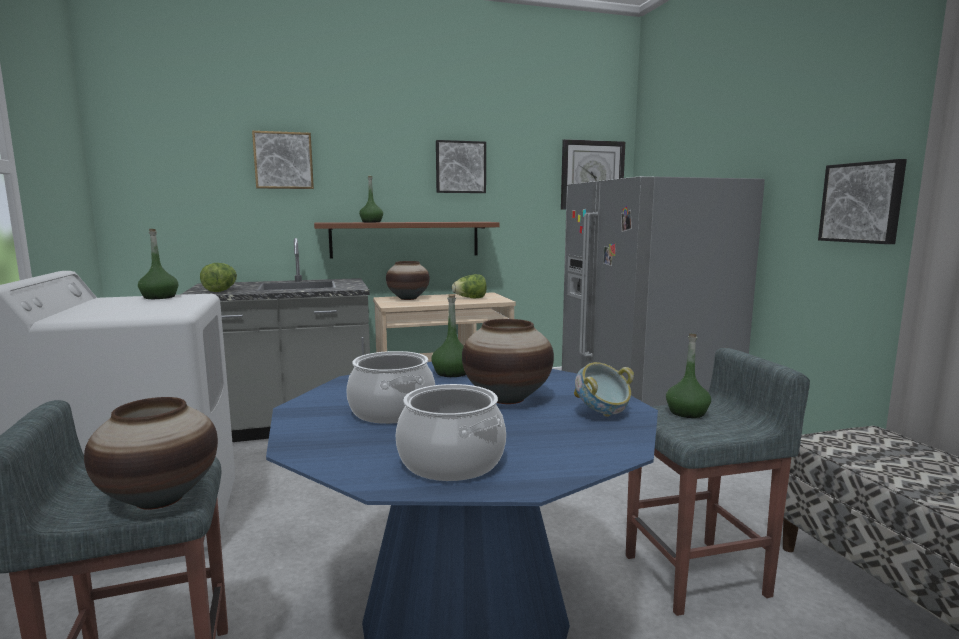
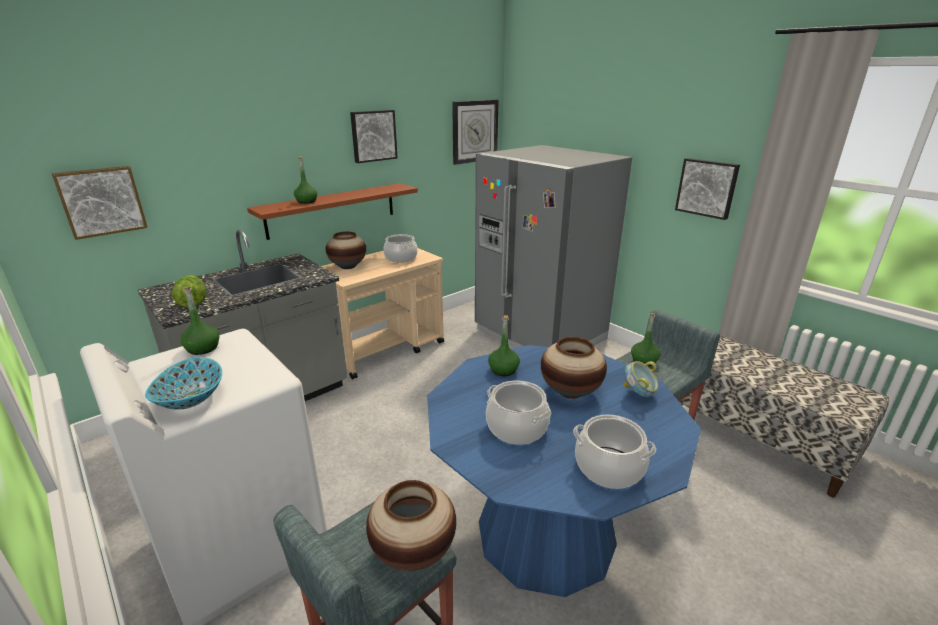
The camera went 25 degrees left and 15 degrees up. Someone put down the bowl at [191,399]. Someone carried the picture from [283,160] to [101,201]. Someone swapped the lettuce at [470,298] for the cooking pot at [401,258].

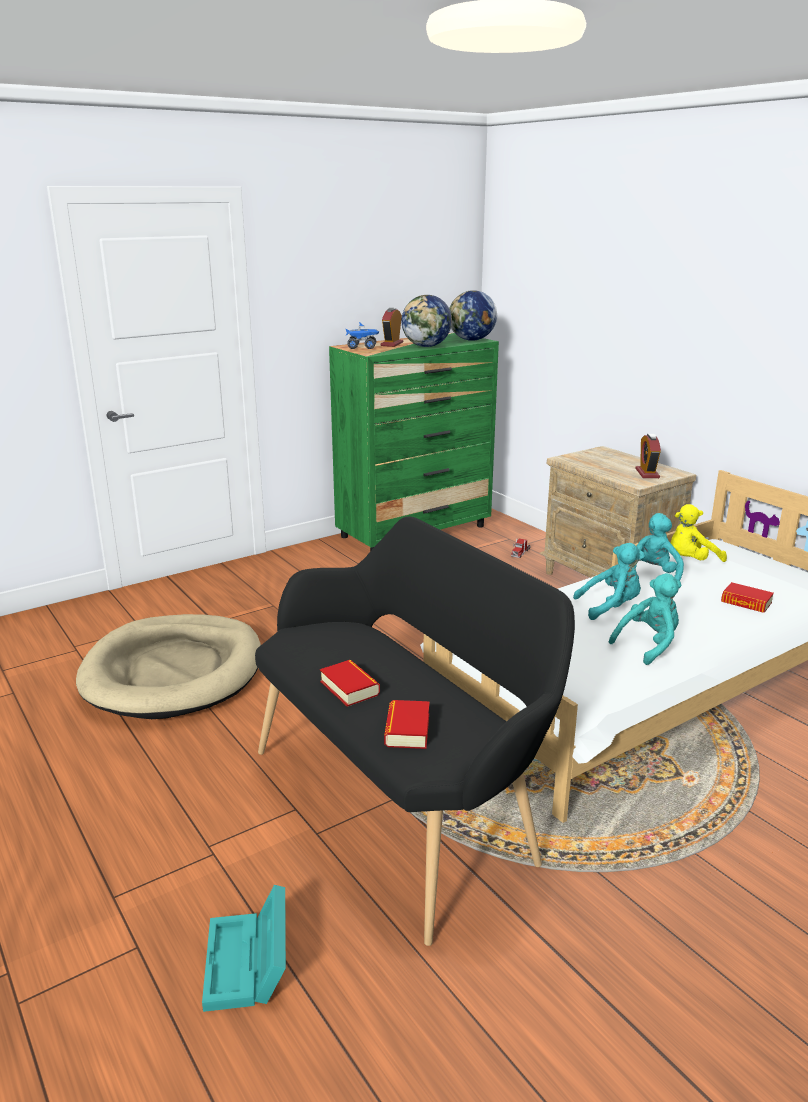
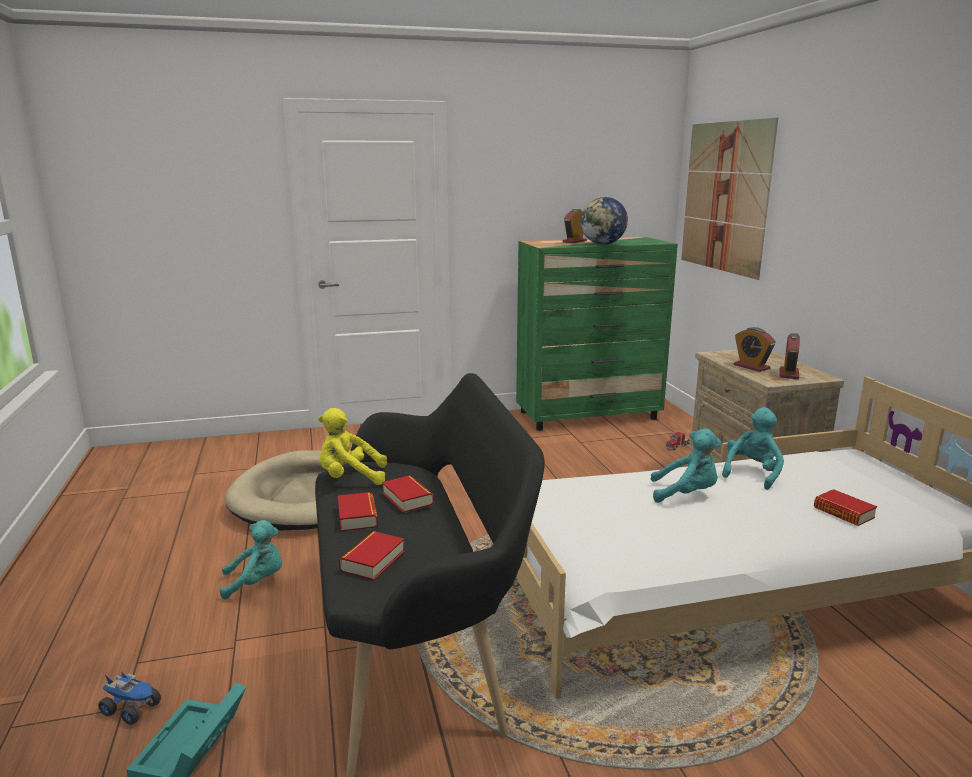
The camera went 20 degrees right and 5 degrees down. Someone took away the globe at [471,340]. Someone put down the book at [407,499]. Someone put up the picture at [724,197]. Someone put down the alarm clock at [751,367]. Someone carried the toy truck from [362,347] to [132,709]. Someone carried the turquoise plush toy from [649,645] to [256,582]. Someone carried the yellow plush toy from [691,561] to [350,478].

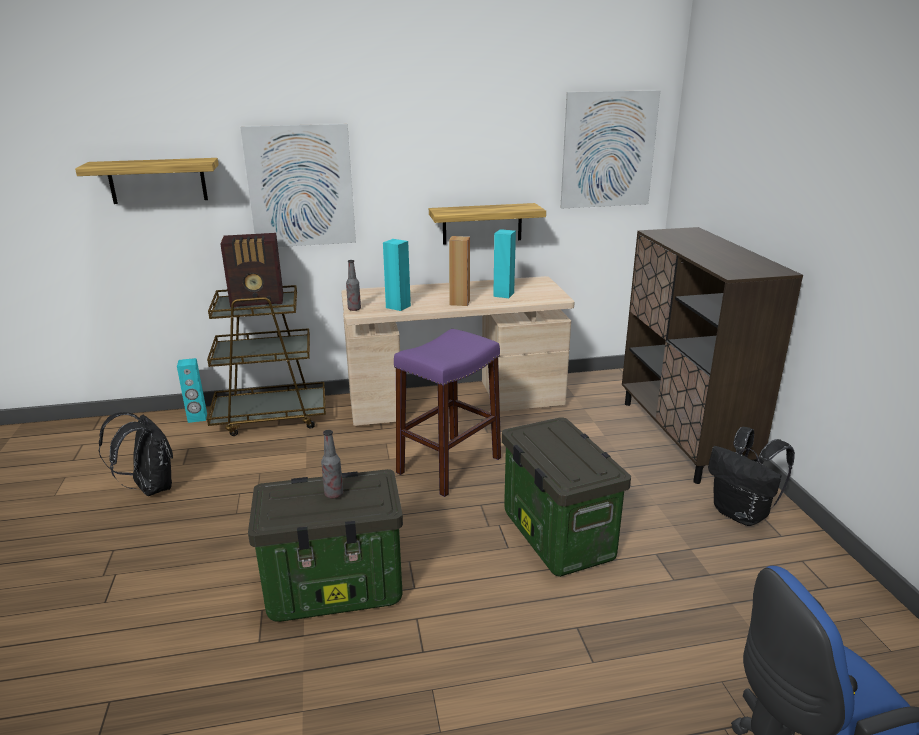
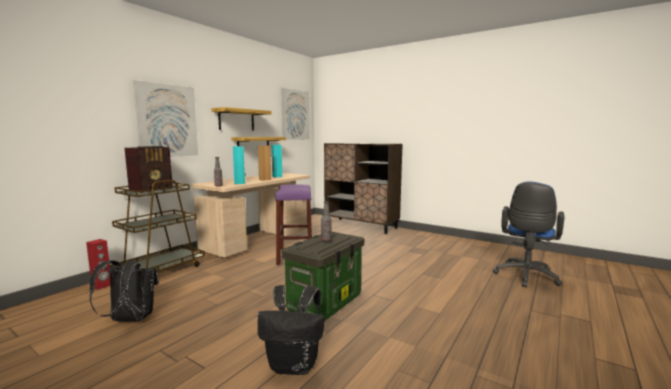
The camera went 45 degrees left and 15 degrees down. Someone took away the storage box at [555,535]. Someone carried the shelf from [157,181] to [236,120]. Someone carried the black backpack from [742,514] to [294,365]. Someone repainted the turquoise speaker at [197,418], which became the red speaker at [102,286].

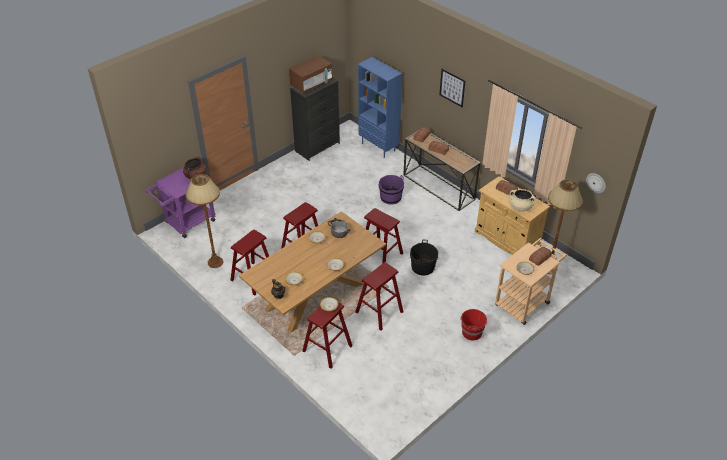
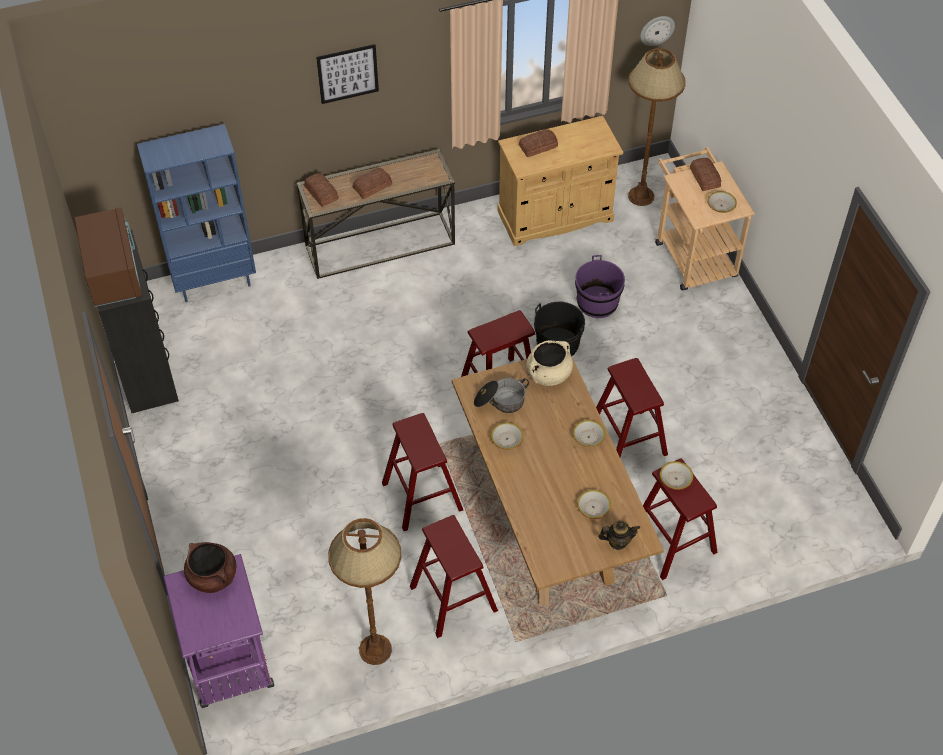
The camera went 65 degrees left and 10 degrees up. Someone took away the red bucket at [472,333]. Someone carried the purple bucket from [390,197] to [597,302]. Someone carried the beige cooking pot from [520,207] to [548,374].

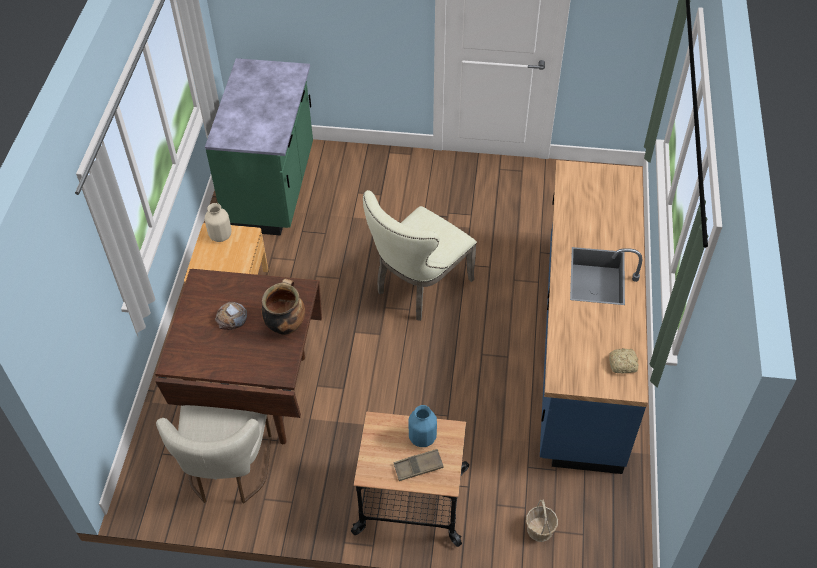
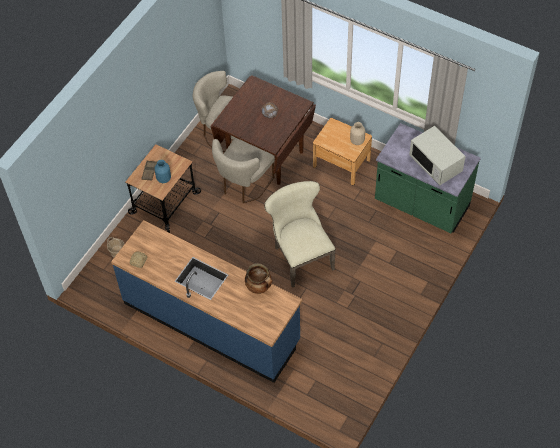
The camera went 115 degrees right and 5 degrees up. Someone put down the beige chair at [243,185]. Someone put down the white microwave at [436,164]. Someone carried the cooking pot from [285,324] to [259,287].

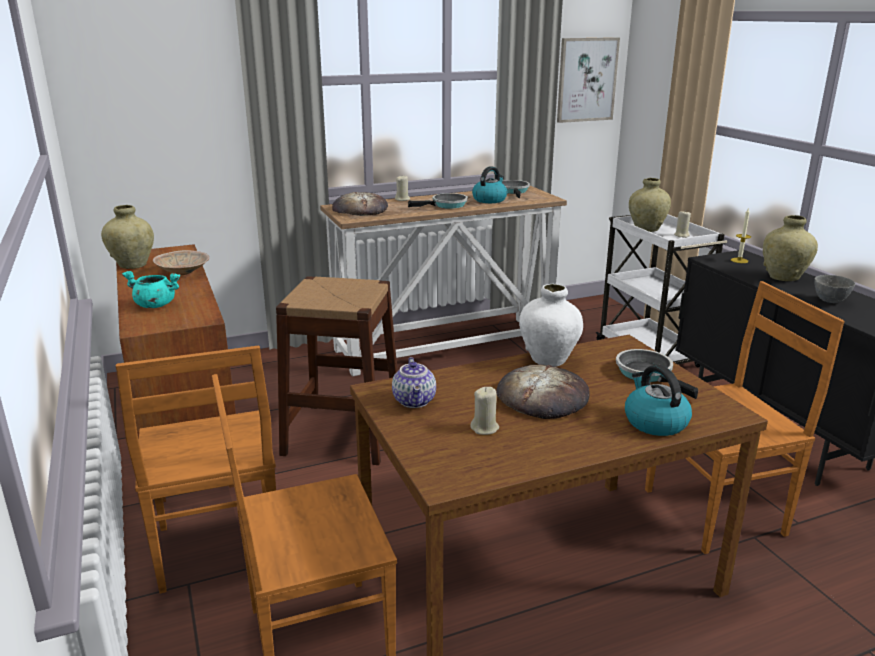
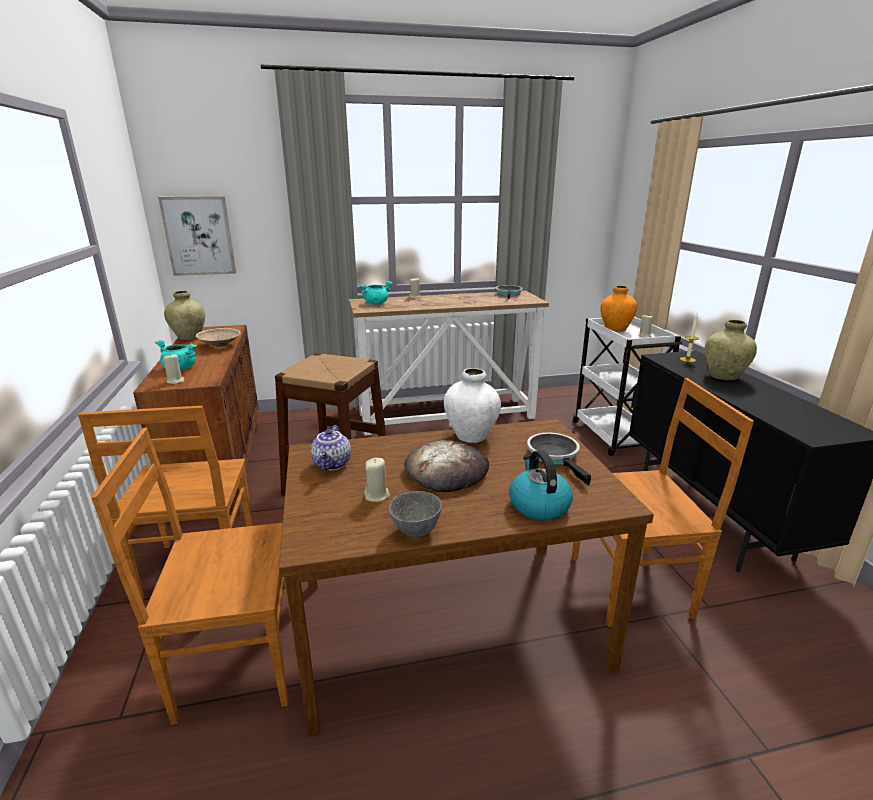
The camera went 10 degrees right and 0 degrees up. Someone took away the frying pan at [446,205]. Someone took away the kettle at [489,200]. Someone put down the beige candle at [175,381]. Someone carried the picture from [586,80] to [199,236]. Someone carried the grey bowl from [830,301] to [417,531]. Someone swapped the bread at [360,209] for the turquoise cooking pot at [376,303]. Someone repainted the beige vase at [646,229], which became the orange vase at [615,329].

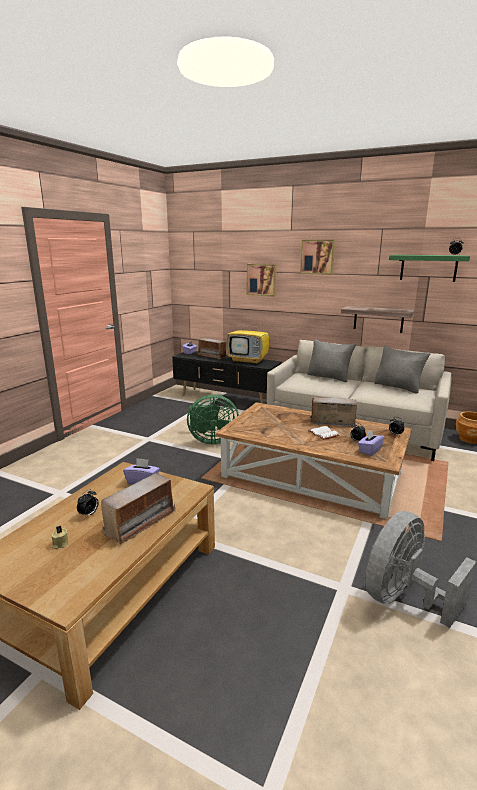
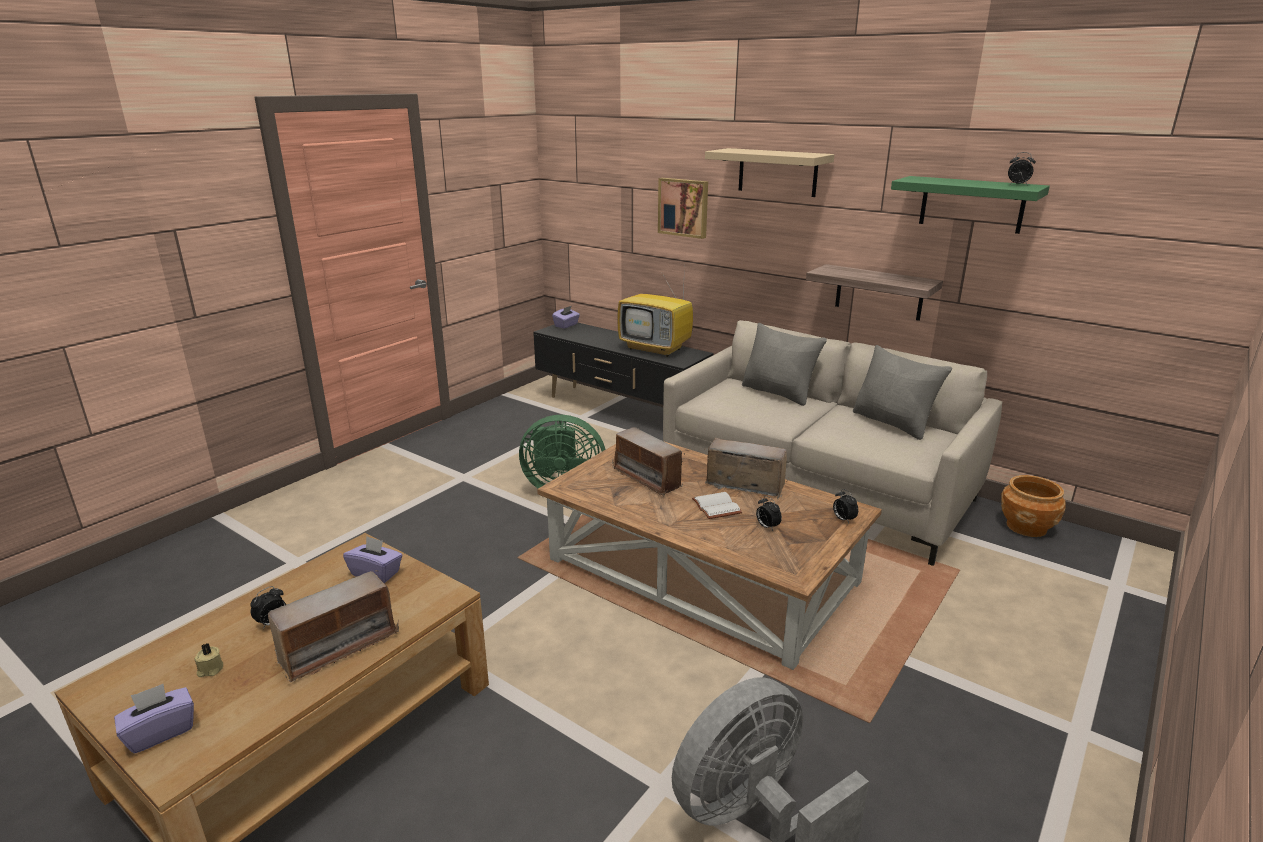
The camera went 10 degrees right and 5 degrees up. Someone carried the radio from [212,356] to [648,478]. Someone carried the purple tissue box from [369,450] to [160,732]. Someone swapped the picture at [317,257] for the beige shelf at [777,172].

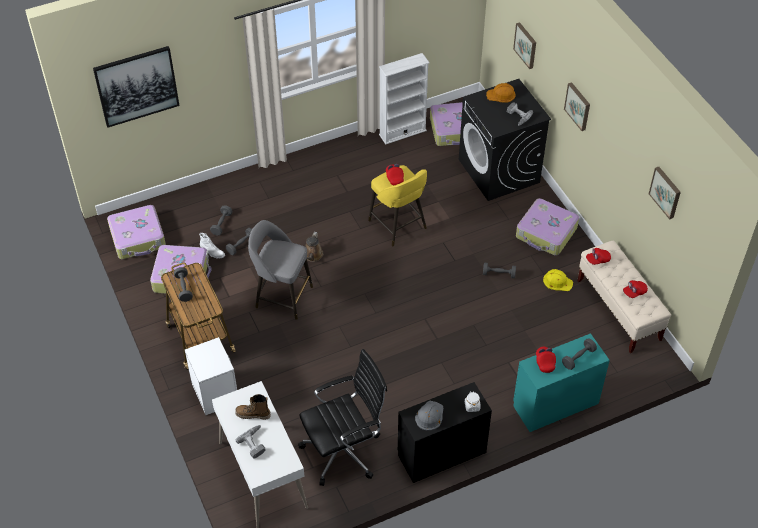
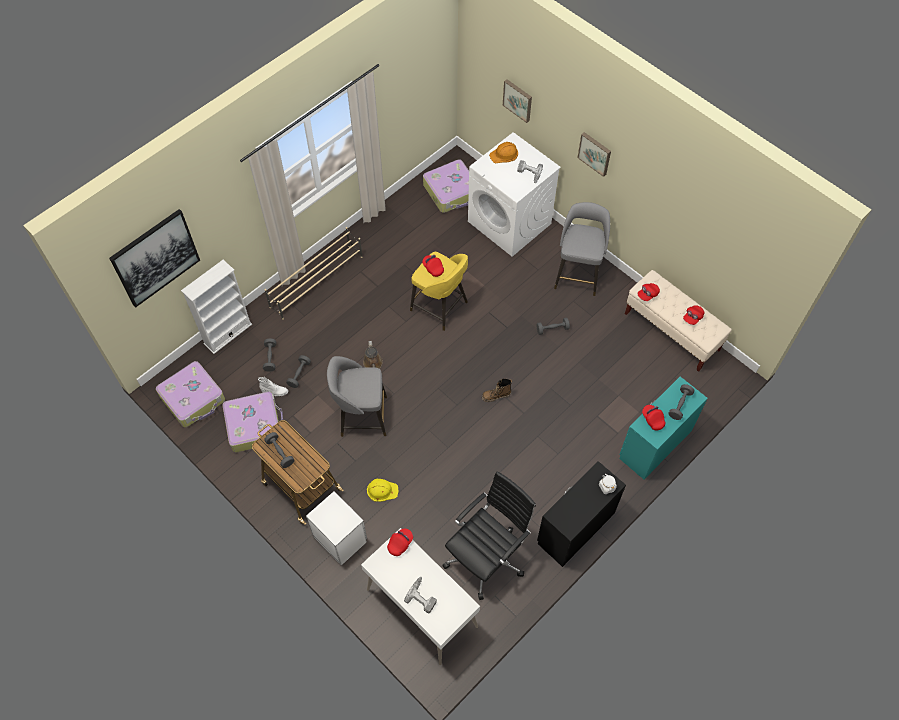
The camera went 20 degrees left and 10 degrees up. Someone took away the grey hard hat at [429,416]. Someone took away the picture at [666,192]. Someone put down the beige shoe rack at [317,281]. Someone put down the red cap at [400,544]. Someone carried the boot from [253,415] to [496,396]. Someone carried the white bookcase from [402,132] to [228,334]. Someone carried the yellow hard hat from [557,281] to [382,490]. Someone swapped the suitcase at [546,233] for the grey stool at [578,274]. Someone repainted the black washing machine at [499,171], which became the white washing machine at [510,223].

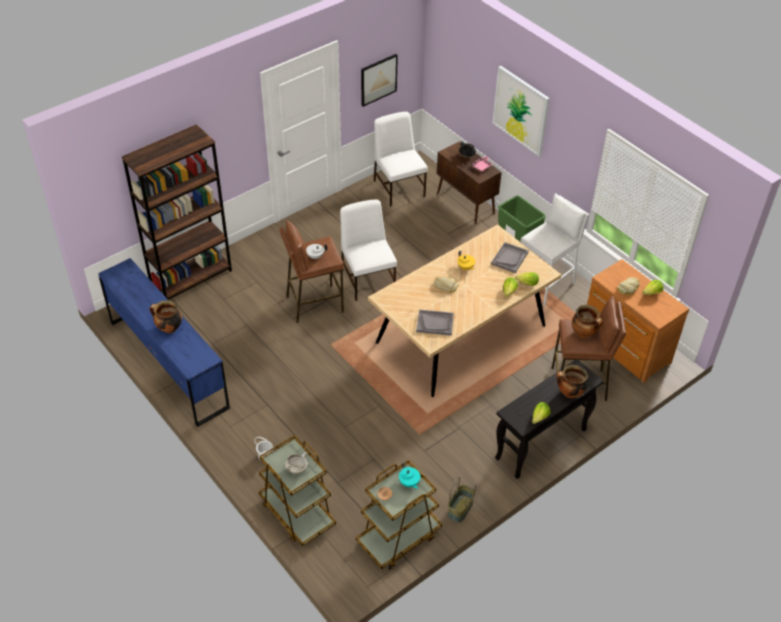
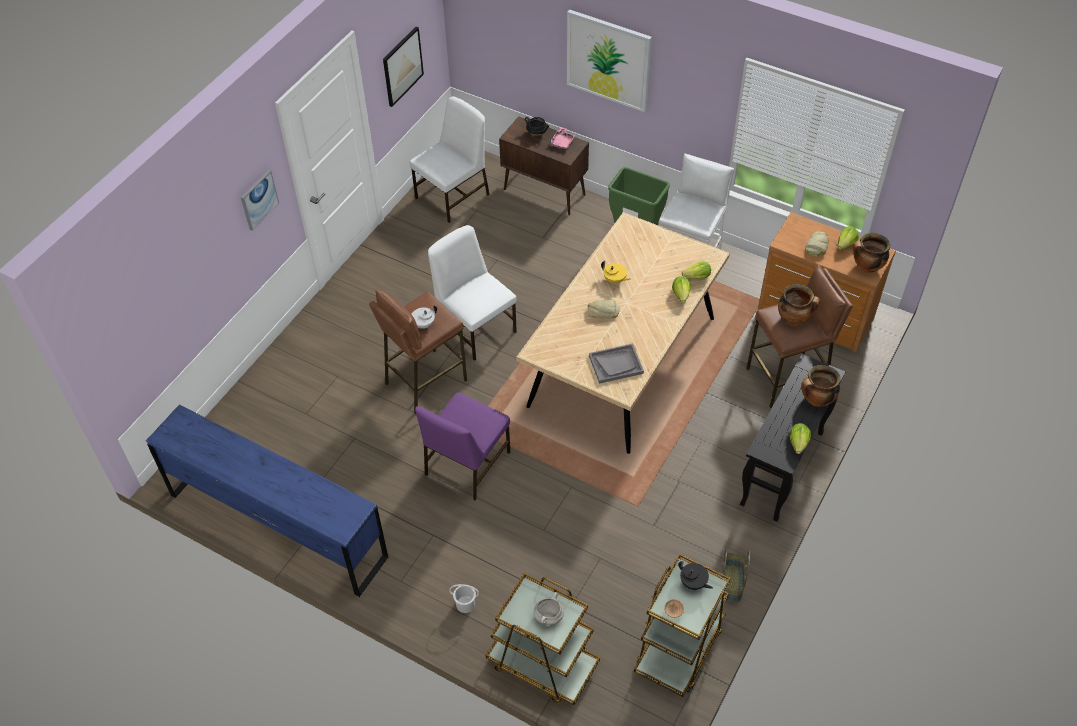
The camera went 20 degrees left and 5 degrees up. Someone took away the brown bookcase at [191,278]. Someone took away the grey tray at [509,258]. Someone put up the picture at [259,199]. Someone put down the purple chair at [466,464]. Someone carried the cooking pot from [168,328] to [866,267]. Someone repainted the turquoise teapot at [409,483], which became the black teapot at [693,583]. Someone rotated the white chair at [399,188] by 90 degrees clockwise.

